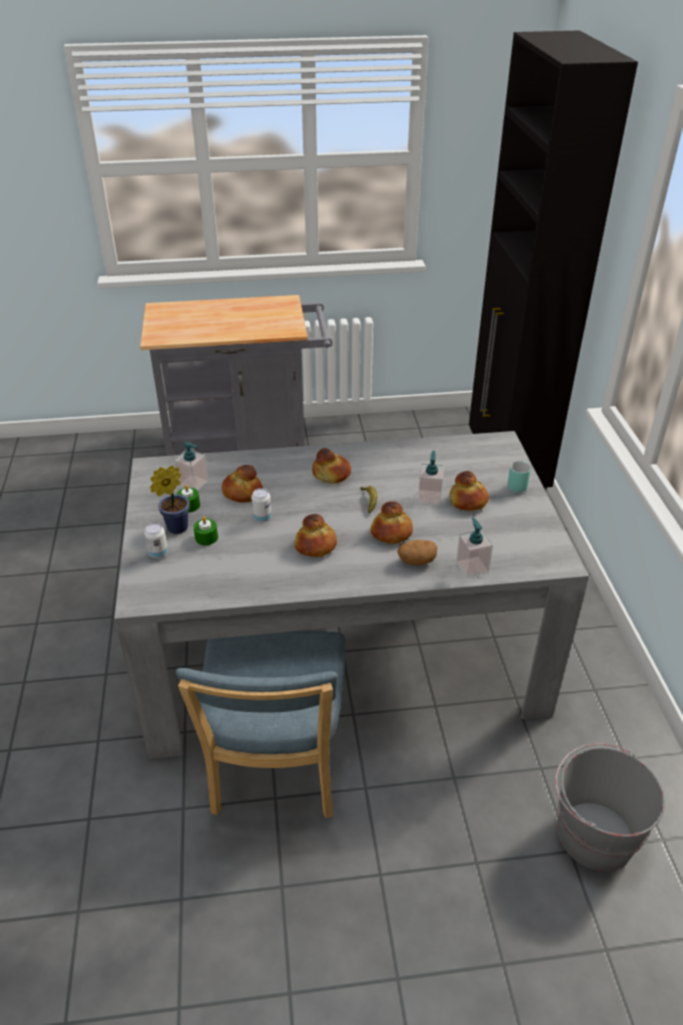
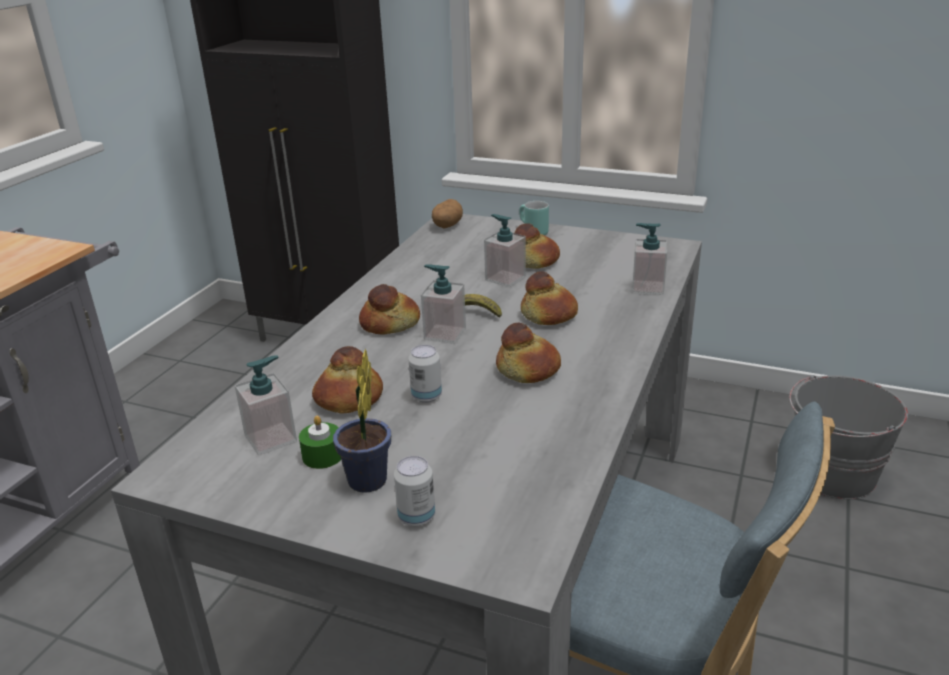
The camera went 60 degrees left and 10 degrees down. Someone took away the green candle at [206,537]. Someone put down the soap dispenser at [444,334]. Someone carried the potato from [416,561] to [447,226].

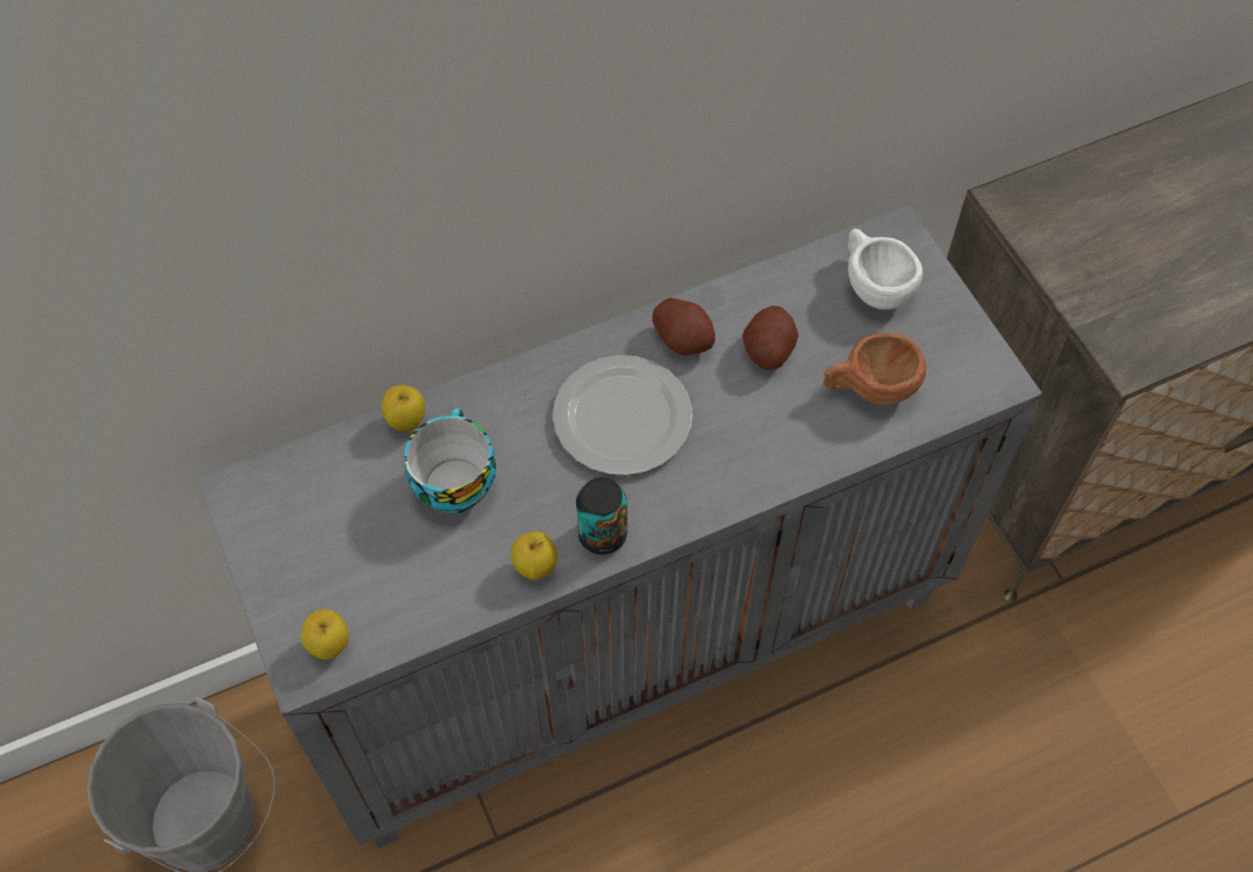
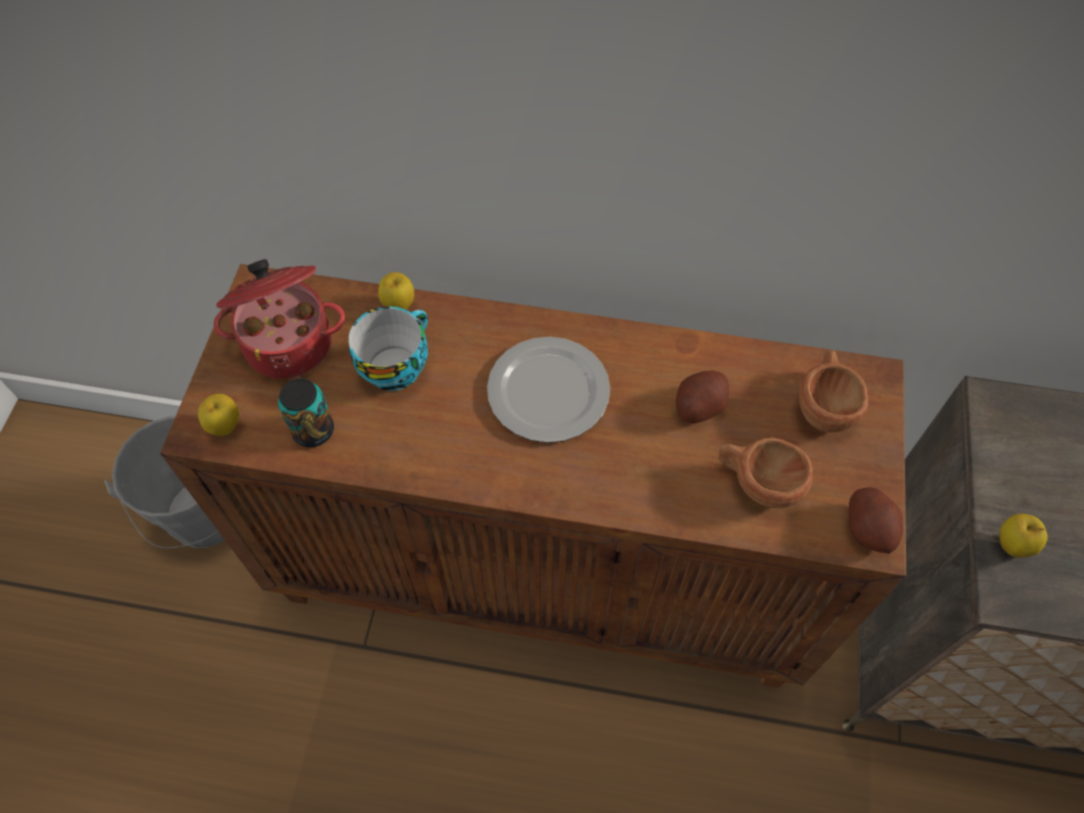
The camera went 35 degrees right and 0 degrees up. Someone put down the cooking pot at [289,342]. Someone carried the apple from [535,567] to [1011,545]. Someone carried the can from [602,534] to [313,430]. Someone carried the potato from [683,339] to [869,529]. Someone repainted the grey cabinet at [628,637], which became the brown cabinet at [545,570]. Someone repainted the white cup at [873,285], which became the brown cup at [823,405].

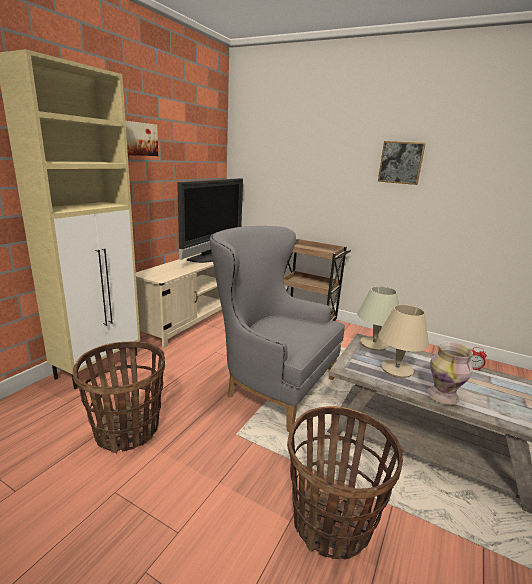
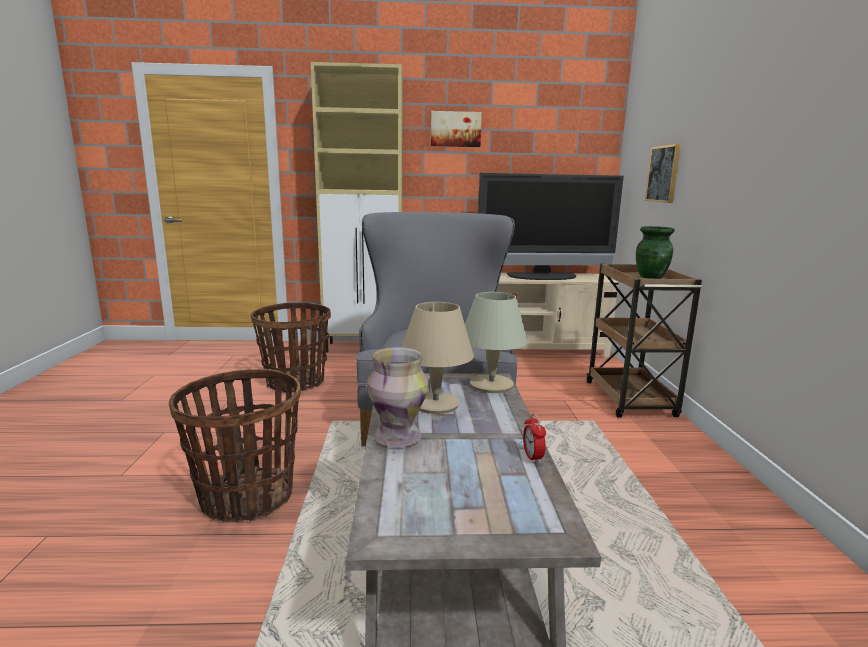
The camera went 60 degrees right and 5 degrees down. Someone put down the green vase at [651,277]. Someone carried the picture from [401,162] to [663,174].

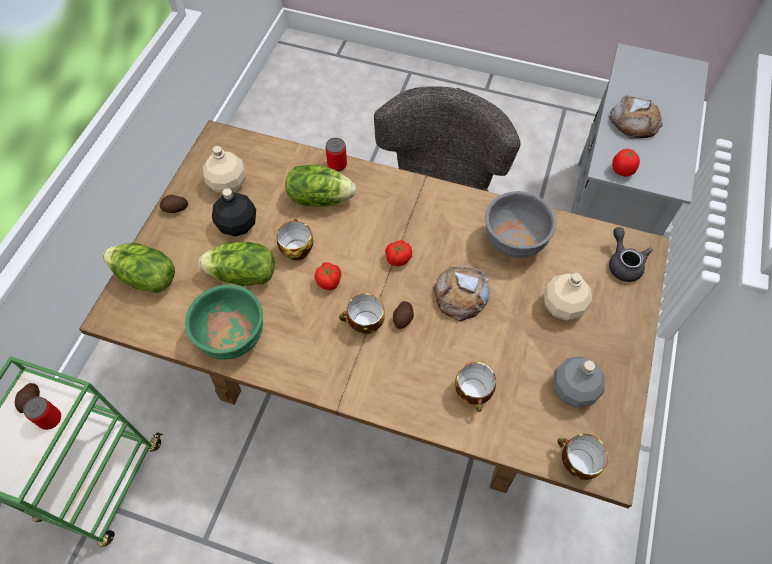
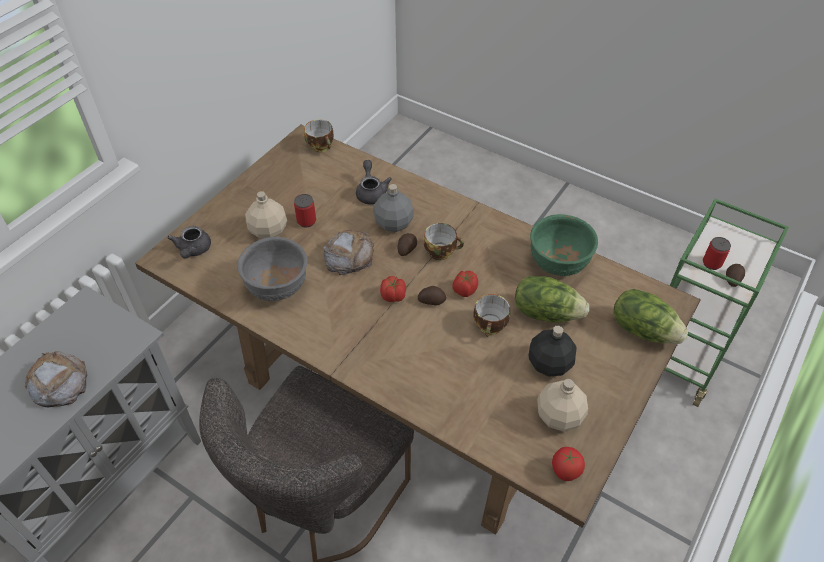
The camera went 165 degrees left and 10 degrees down. Someone took away the lettuce at [319,197]. Someone carried the potato from [175,209] to [431,300]. Someone carried the can from [337,164] to [306,221]. Someone carried the grey bottle from [573,390] to [394,223]. Someone carried the tomato from [622,171] to [565,470]. Someone swapped the cup at [474,393] for the grey teapot at [371,192].

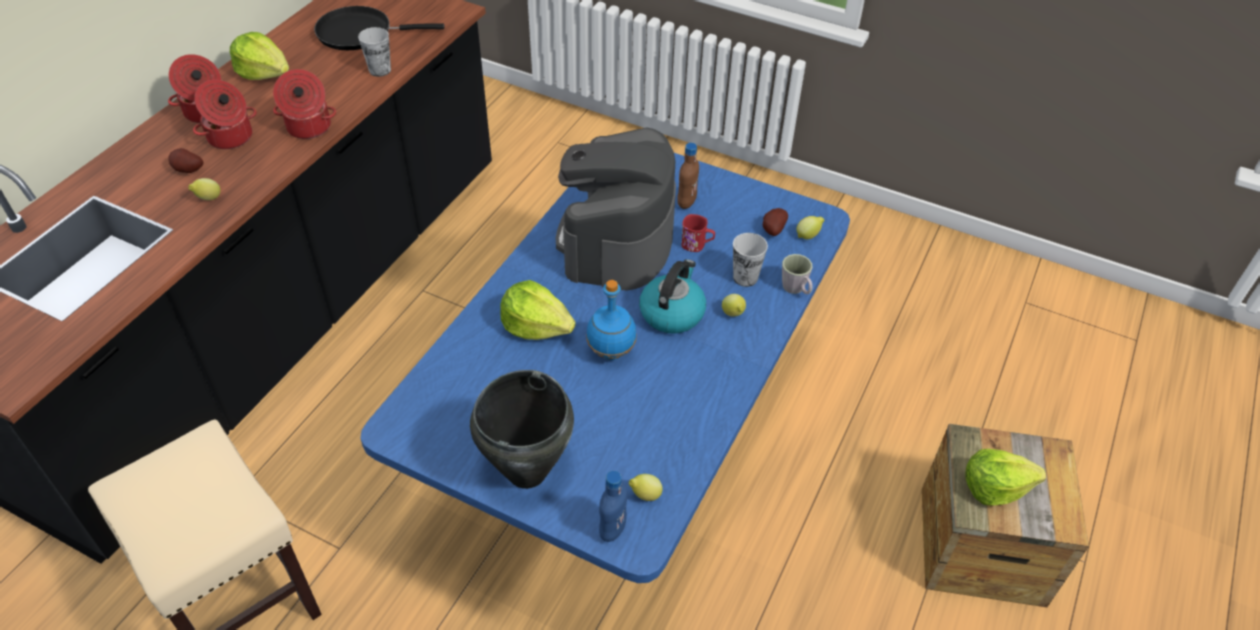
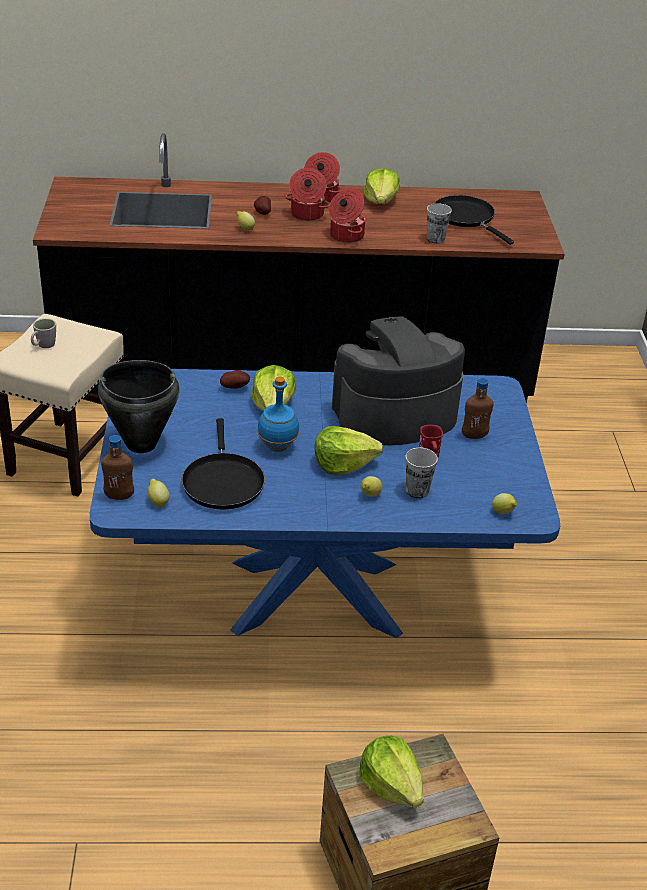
The camera went 60 degrees right and 10 degrees down. Someone put down the black frying pan at [222,481]. Someone carried the potato from [772,230] to [235,387]. Someone carried the grey mug from [796,289] to [43,345]. Someone swapped the kettle at [672,312] for the lettuce at [343,464]. Someone repainted the blue bottle at [612,529], which became the brown bottle at [119,496].

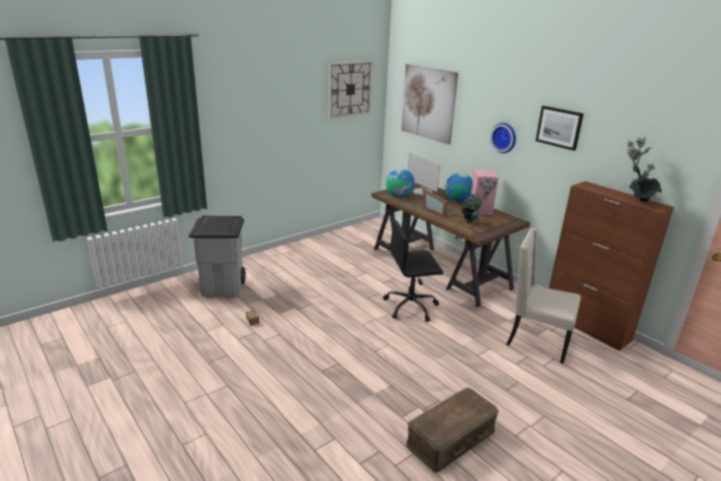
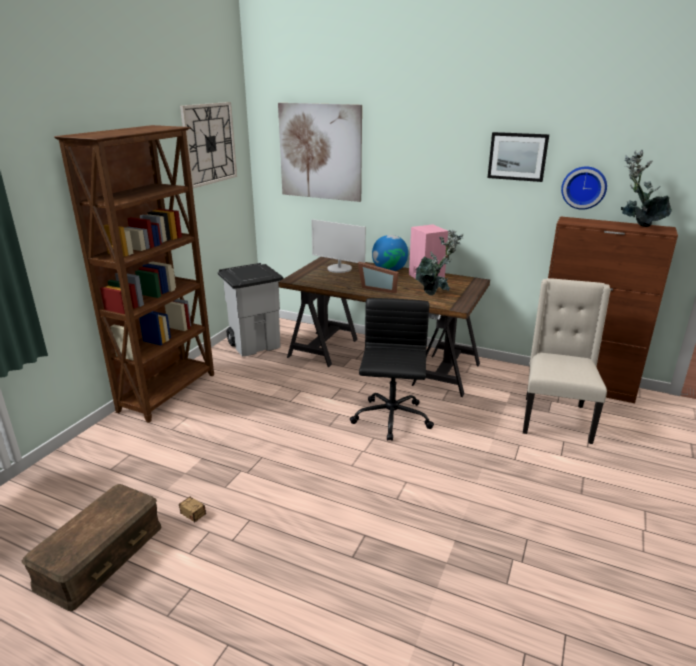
The camera went 25 degrees left and 0 degrees up. Someone took away the globe at [399,196]. Someone put down the brown bookcase at [169,392]. Someone carried the grey trash can from [224,287] to [255,344]. Someone carried the brown storage box from [451,438] to [101,556]. Someone carried the wall clock from [504,137] to [584,187]. Someone rotated the black office chair at [411,306] by 135 degrees clockwise. Someone rotated the beige chair at [536,341] by 105 degrees clockwise.

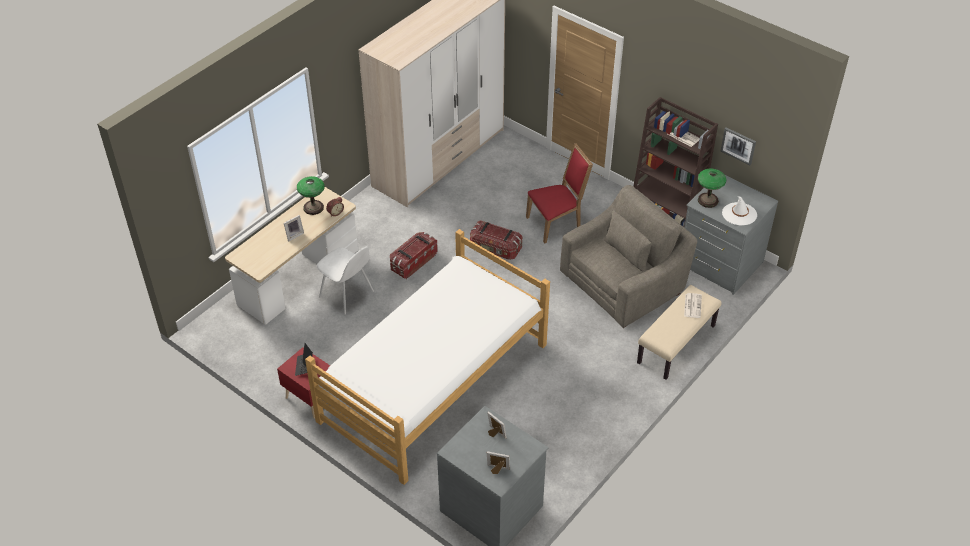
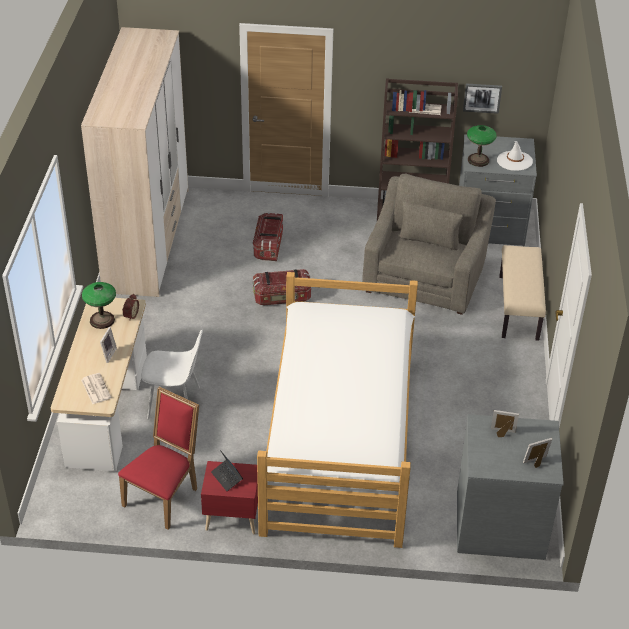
The camera went 35 degrees left and 5 degrees down. Someone carried the storage box from [413,262] to [268,246]. Someone carried the red chair from [556,223] to [164,495]. Someone carried the newspaper from [692,305] to [95,388].

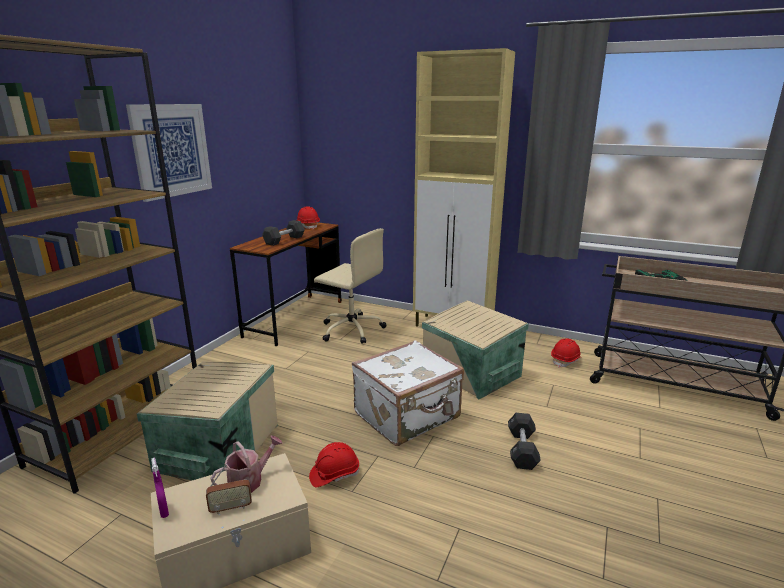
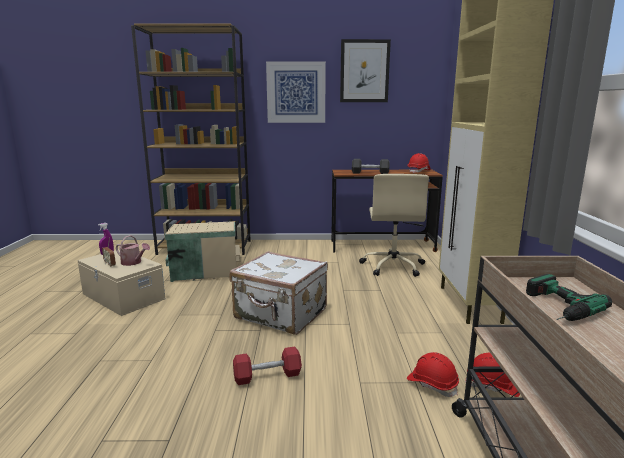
The camera went 65 degrees right and 5 degrees down. Someone took away the beige storage box at [471,373]. Someone put up the picture at [364,71]. Someone carried the red hard hat from [334,474] to [432,384]. Someone repainted the black dumbbell at [522,449], which became the red dumbbell at [267,376].

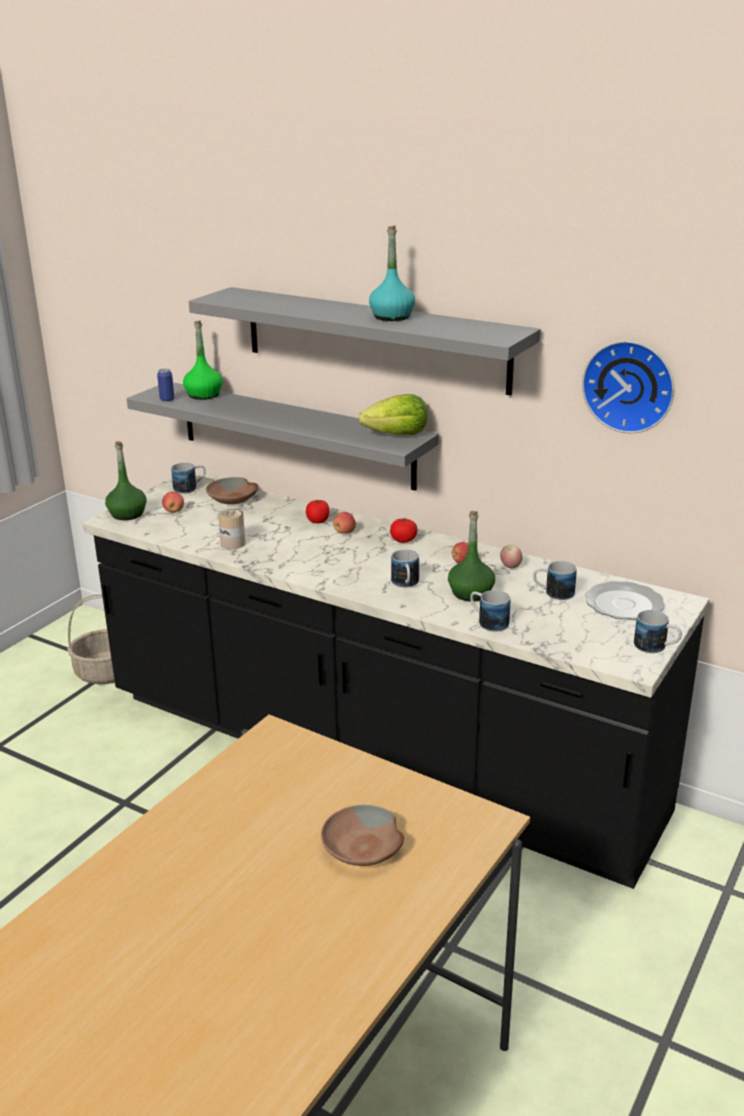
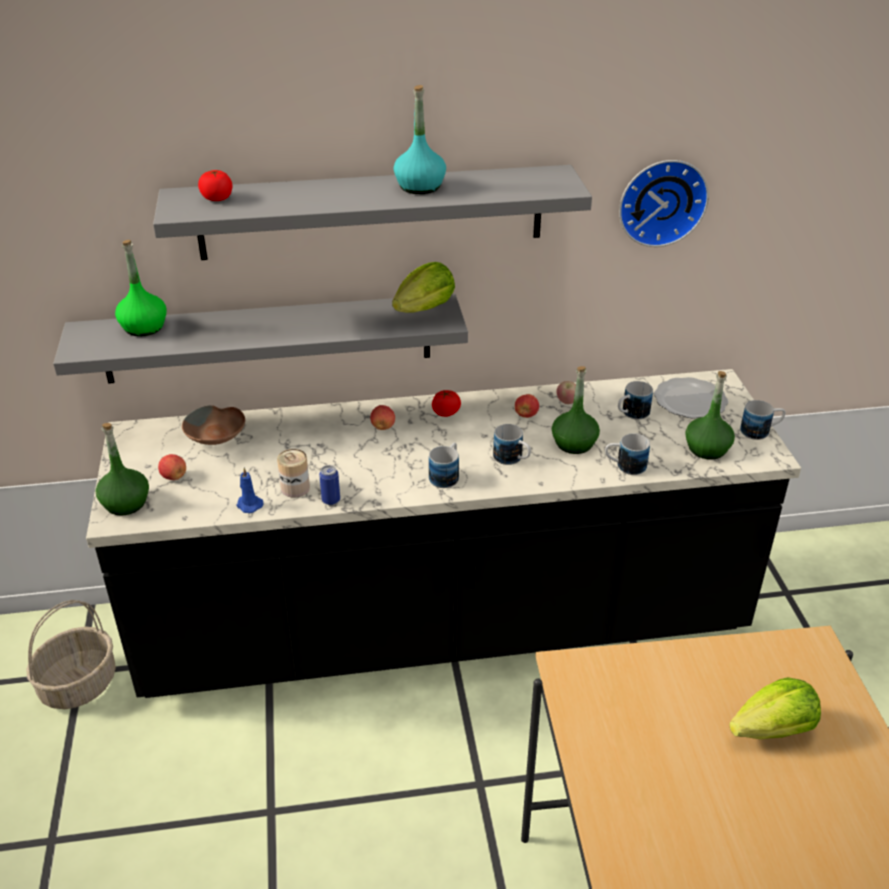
The camera went 40 degrees left and 10 degrees up. Someone put down the blue candle at [249,505]. Someone put down the green bottle at [707,449]. Someone carried the can from [167,399] to [331,500]. Someone carried the mug from [190,488] to [446,475]. Someone carried the tomato from [318,521] to [217,198]. Someone swapped the brown bowl at [362,849] for the lettuce at [773,730].

